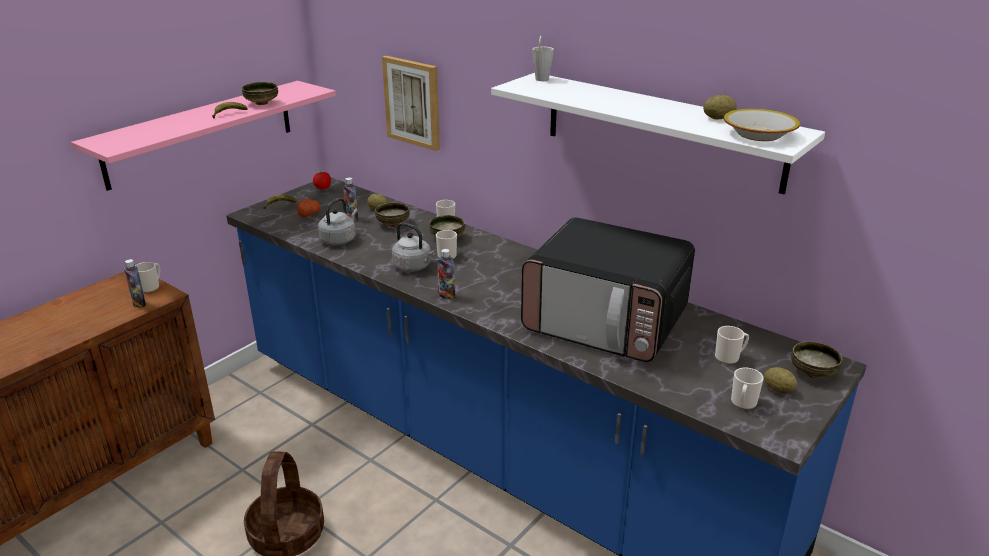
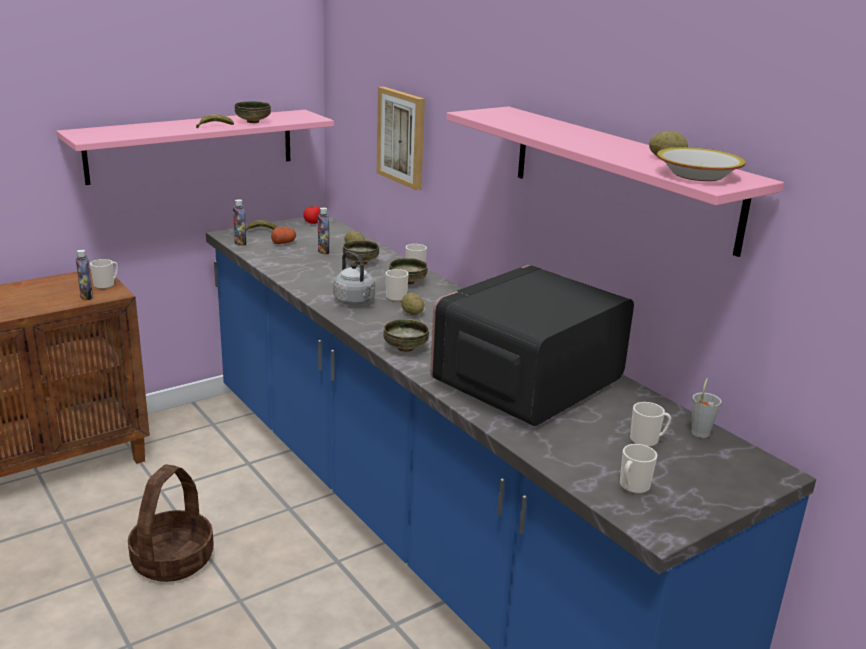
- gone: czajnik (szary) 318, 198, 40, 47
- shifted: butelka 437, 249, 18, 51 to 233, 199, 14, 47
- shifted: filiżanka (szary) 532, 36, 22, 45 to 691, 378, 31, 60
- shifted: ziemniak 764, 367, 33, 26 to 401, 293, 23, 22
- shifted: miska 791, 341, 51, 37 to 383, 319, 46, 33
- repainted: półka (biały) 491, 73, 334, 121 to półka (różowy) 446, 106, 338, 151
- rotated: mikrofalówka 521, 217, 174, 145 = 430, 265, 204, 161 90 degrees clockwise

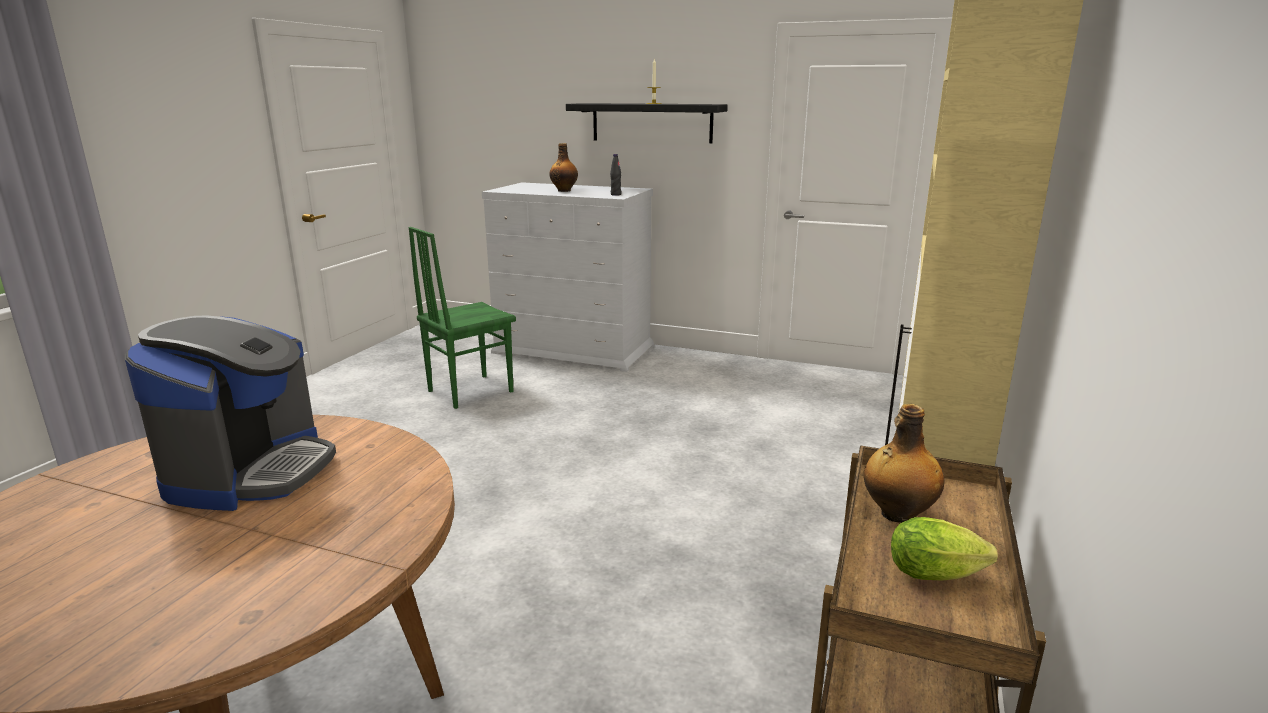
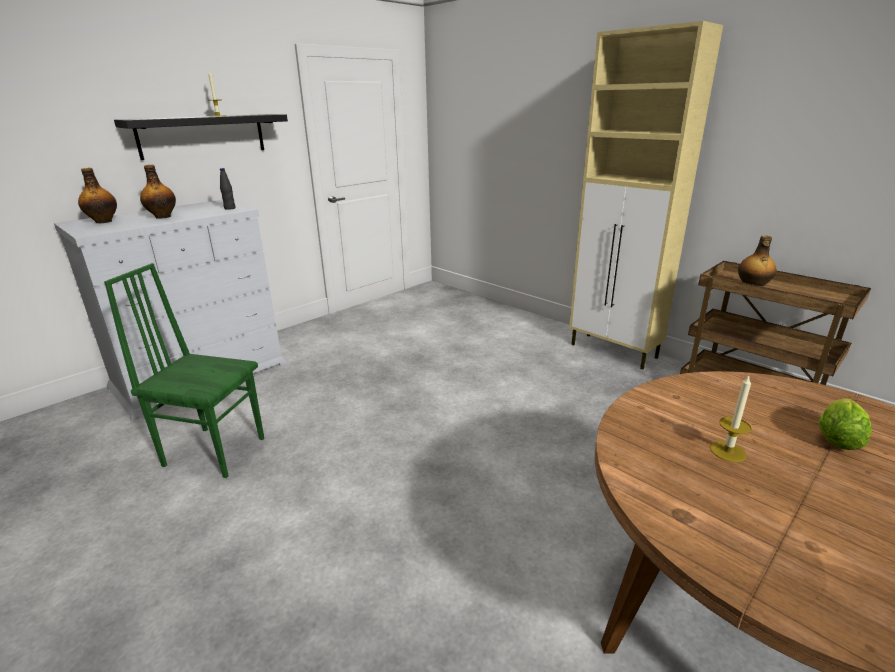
- new: butelka 78, 168, 39, 55
- shifted: sałata 891, 517, 107, 64 to 819, 398, 53, 52
- swapped: ekspres do kawy 125, 315, 211, 196 to świeca 710, 376, 42, 86
- rotated: krzesło (zielony) 409, 227, 107, 182 = 104, 263, 160, 215 120 degrees clockwise

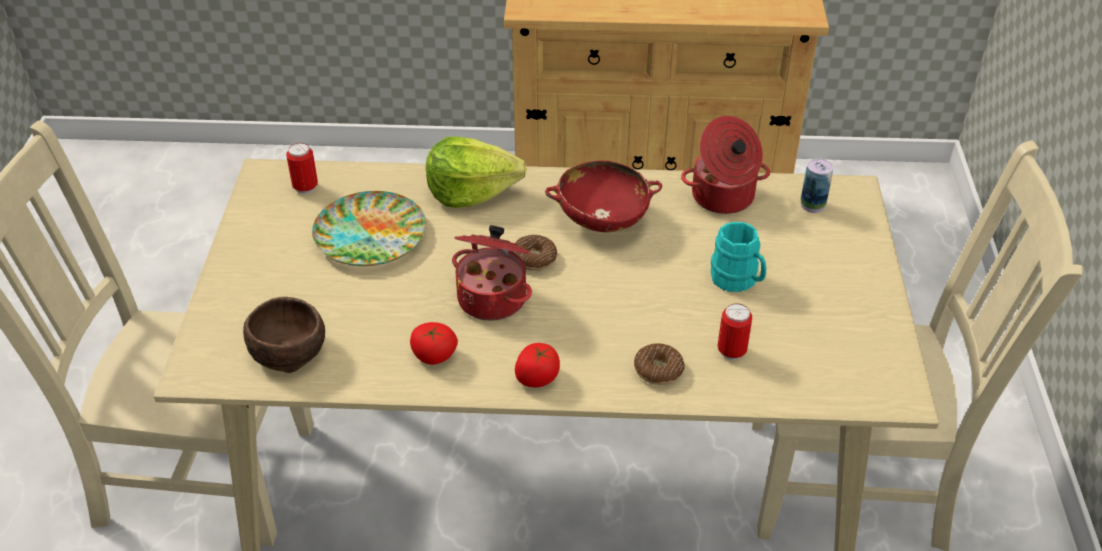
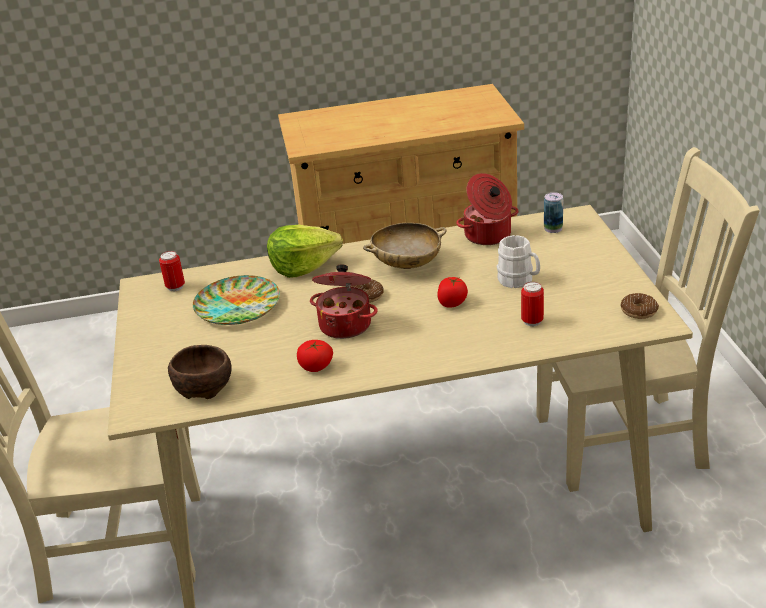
- shifted: pomidor 515, 343, 45, 44 to 437, 277, 31, 31
- shifted: donut 634, 343, 51, 42 to 620, 293, 39, 26
- repainted: miska (czerwony) 545, 161, 117, 71 to miska (beżowy) 363, 223, 84, 46
- repainted: kubek (turkusowy) 711, 222, 55, 70 to kubek (biały) 497, 235, 43, 53

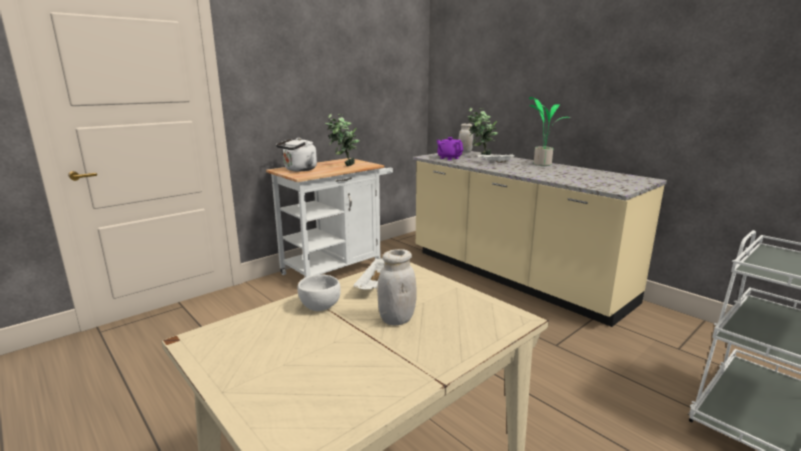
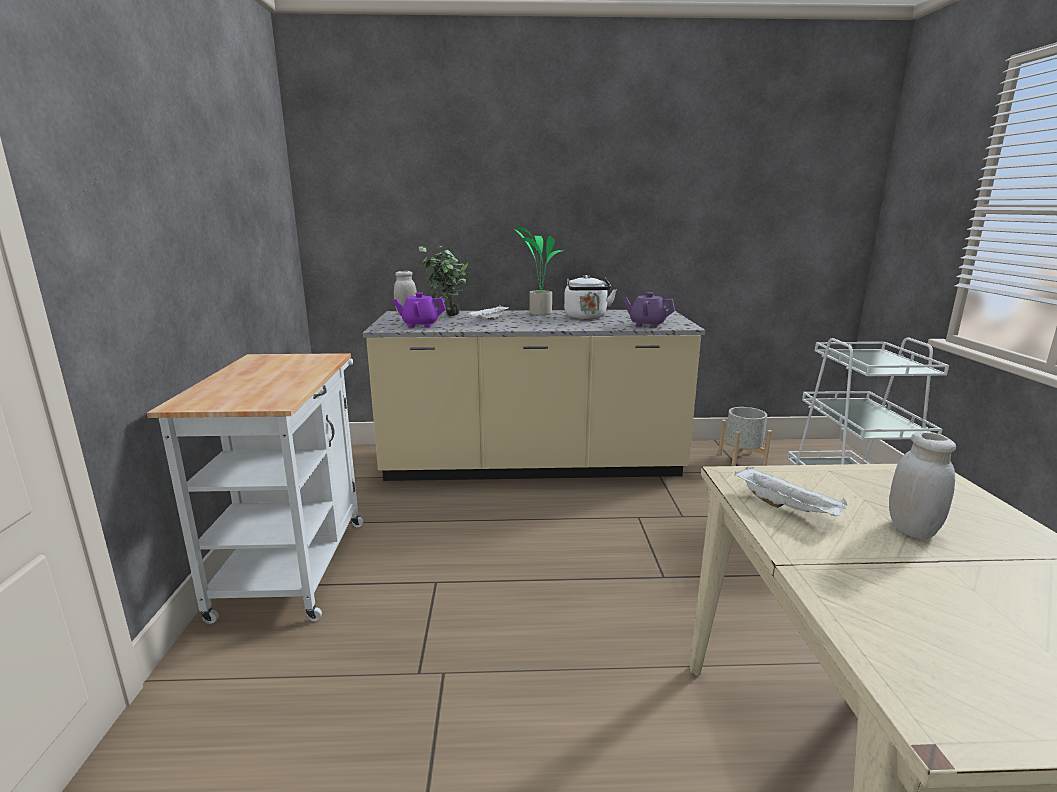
- gone: miska (biały) 297, 274, 44, 37
- gone: roślina doniczkowa 325, 114, 35, 52
- new: imbryk (fioletowy) 623, 292, 52, 36
- new: donica (szary) 718, 407, 54, 59
- shifted: czajnik (biały) 276, 138, 41, 33 to 564, 275, 52, 44

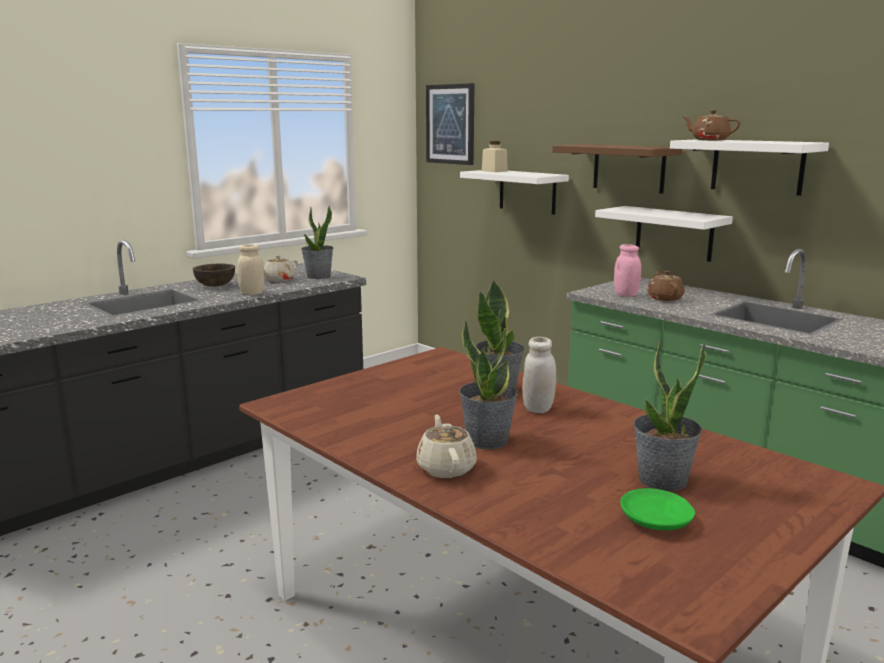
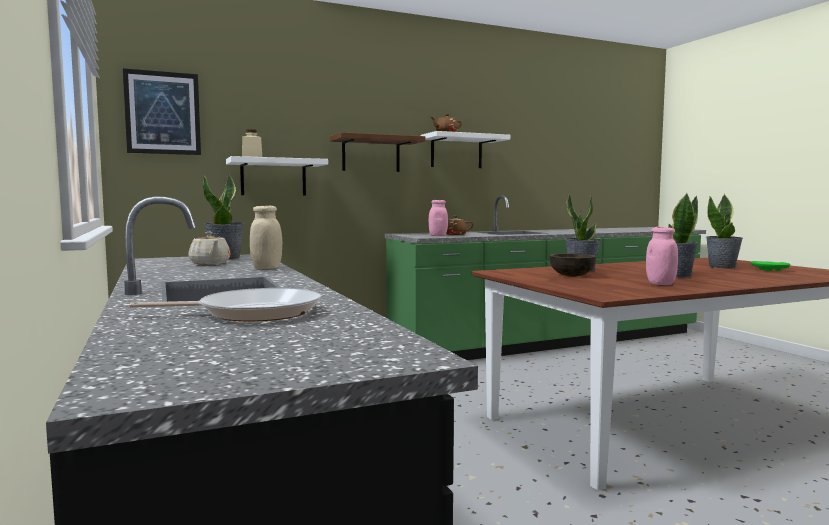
- gone: imbryk (beżowy) 416, 414, 61, 64
- gone: słoik (biały) 523, 337, 33, 76
- gone: półka (biały) 595, 206, 138, 56
- new: patelnia 129, 288, 192, 34
- new: słoik (różowy) 646, 227, 32, 58
- shifted: miska (brązowy) 193, 264, 42, 23 to 549, 254, 47, 23

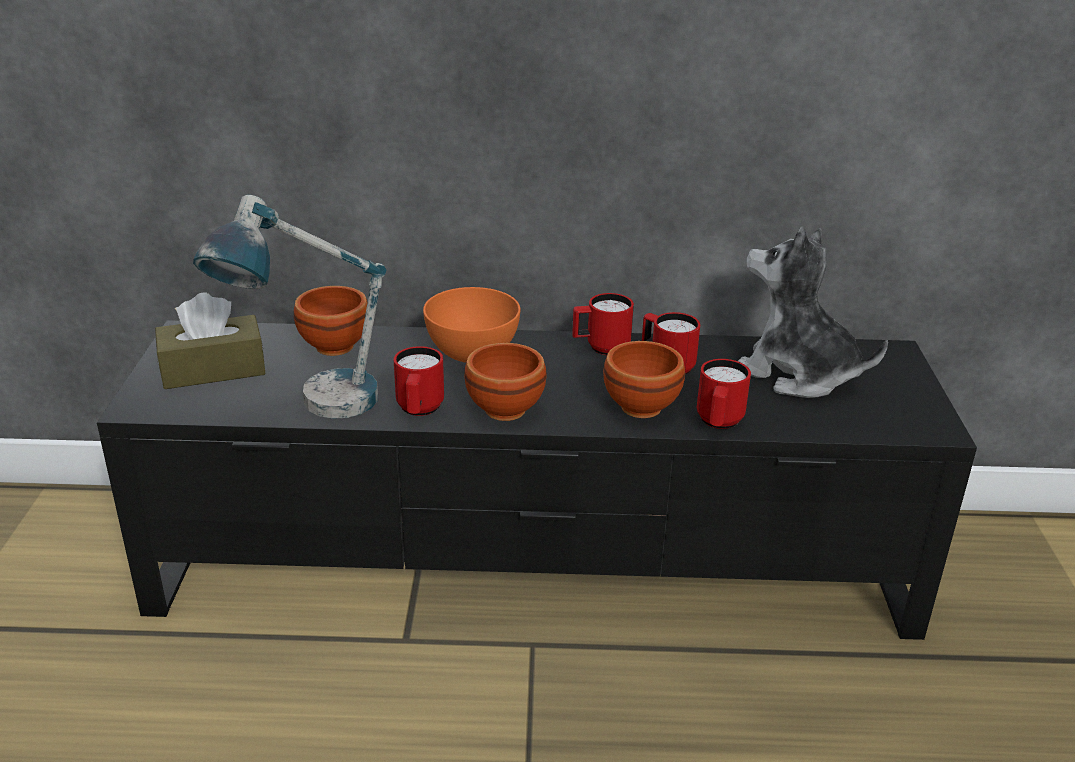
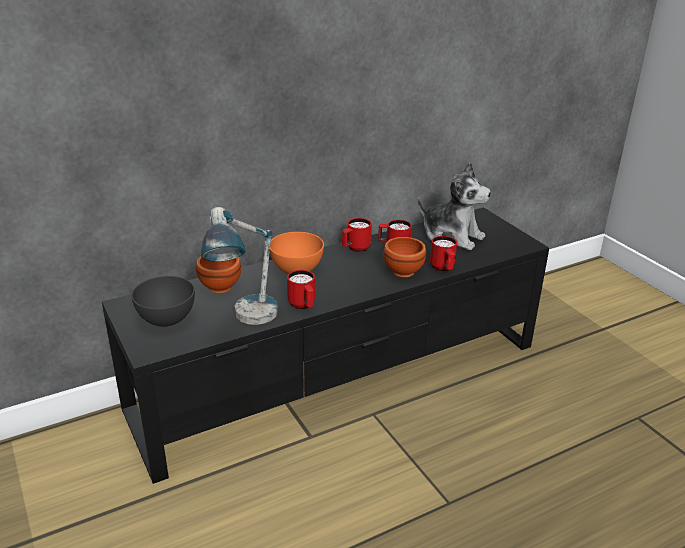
- gone: miska (brązowy) 464, 343, 83, 78
- swapped: pudełko chusteczek (brązowy) 155, 292, 111, 97 to miska (szary) 131, 276, 64, 50
- rotated: pluszak 738, 227, 150, 171 = 417, 162, 74, 88 150 degrees counterclockwise

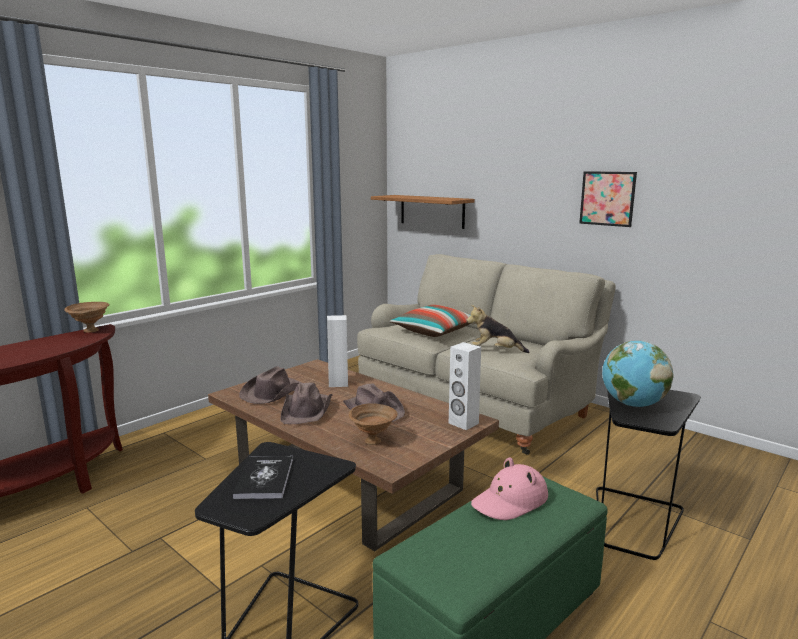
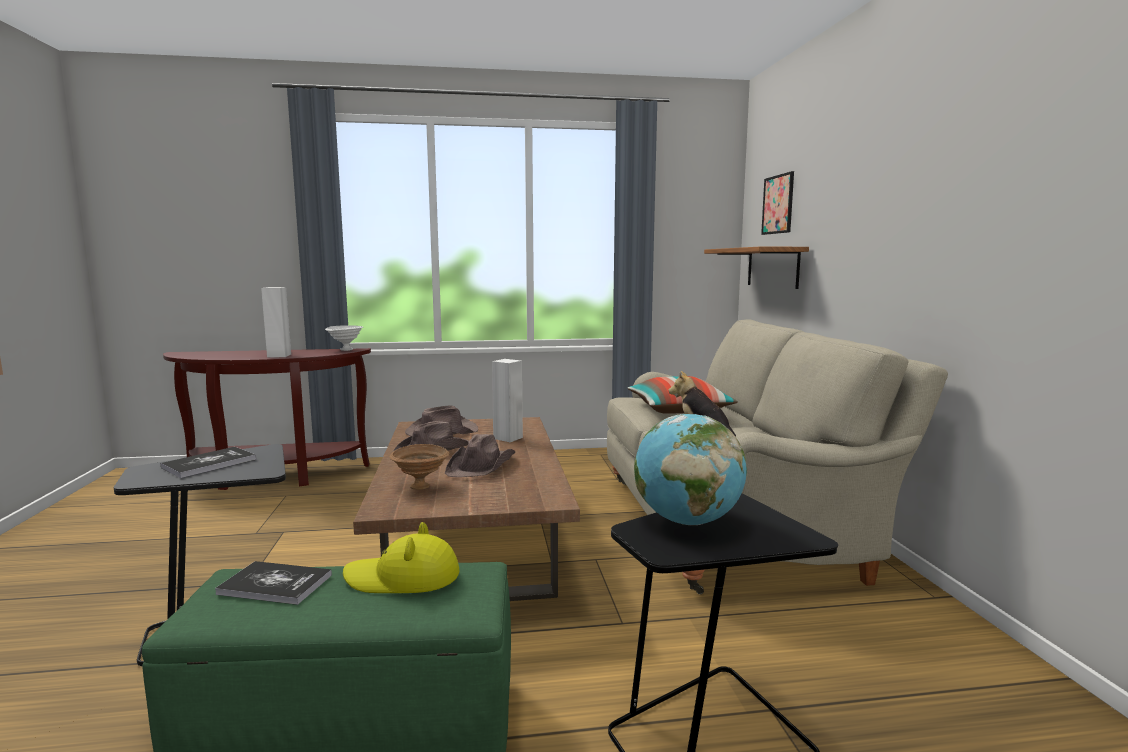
- new: książka 215, 561, 117, 44
- shifted: głośnik (biały) 449, 342, 32, 88 to 261, 287, 30, 71
- shifted: obraz 579, 171, 58, 56 to 761, 171, 33, 64
- repainted: miska (brązowy) 64, 302, 46, 31 to miska (biały) 325, 325, 38, 26
- repainted: kapelusz (różowy) 471, 457, 77, 63 to kapelusz (żółty) 343, 522, 116, 71

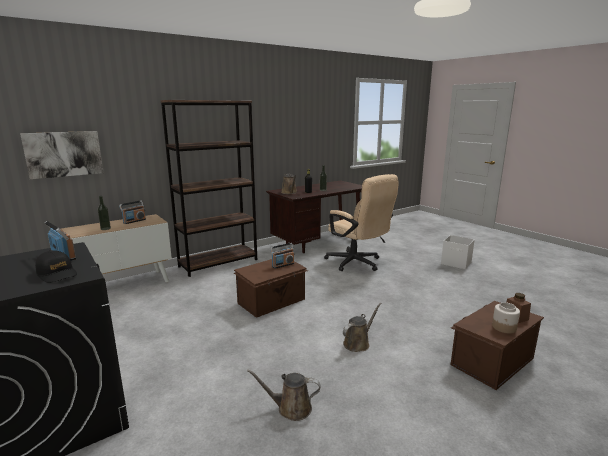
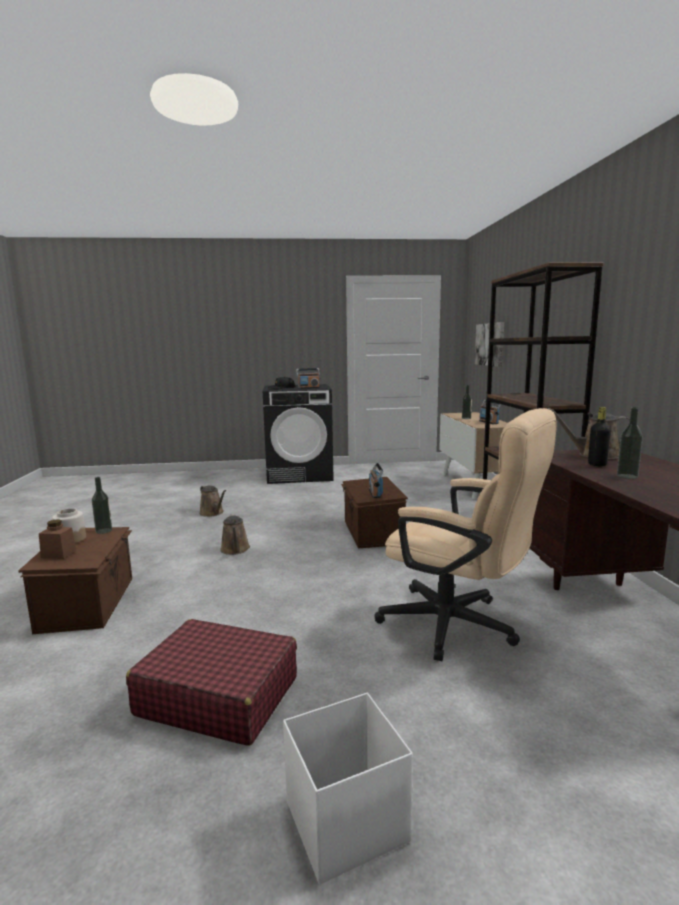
- new: butelka 92, 477, 20, 57
- new: walizka (czerwony) 126, 619, 171, 127
- rotated: konewka (brązowy) 247, 369, 74, 52 = 199, 485, 27, 32 105 degrees clockwise
- rotated: krzesło biurowe (beżowy) 324, 174, 75, 97 = 374, 408, 183, 253 135 degrees counterclockwise

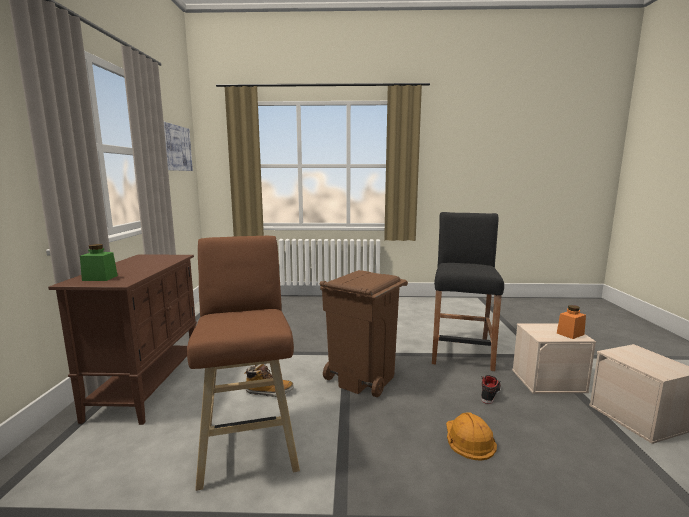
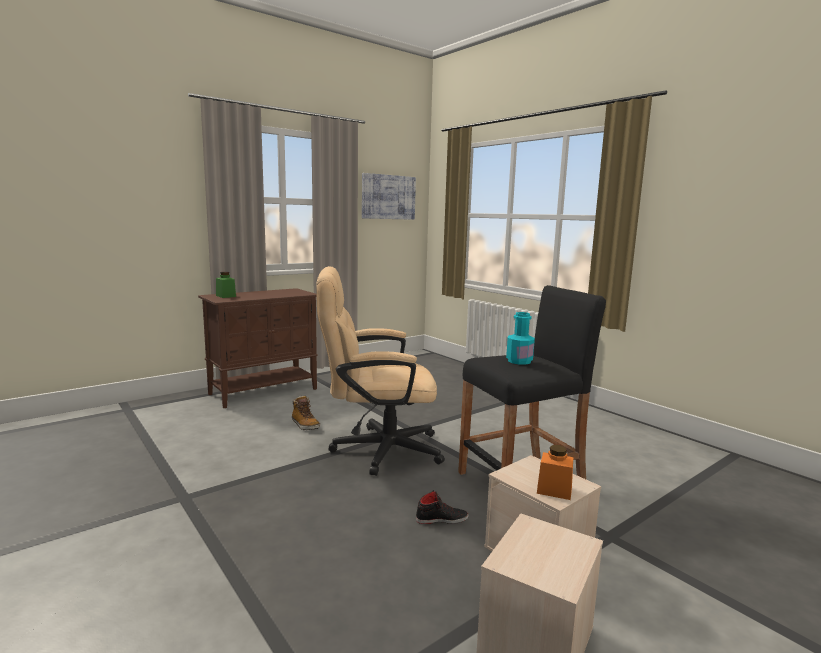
- gone: stołek (brązowy) 187, 236, 113, 255
- gone: kask (pomarańczowy) 446, 412, 51, 49
- new: butelka (turkusowy) 506, 312, 29, 53
- swapped: kosz na śmieci (brązowy) 320, 270, 88, 127 to krzesło biurowe (beżowy) 316, 266, 129, 210

